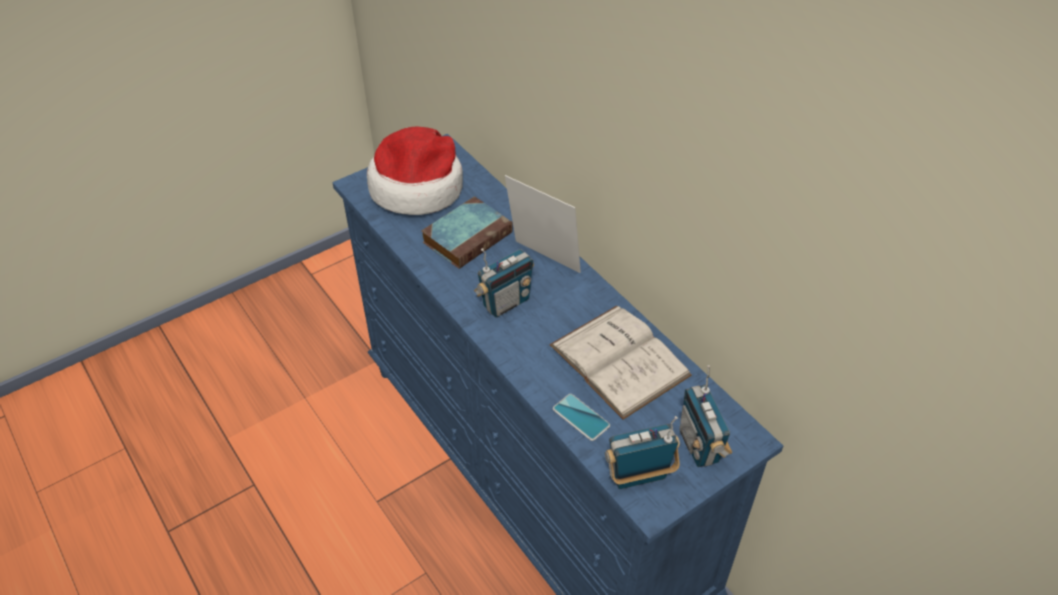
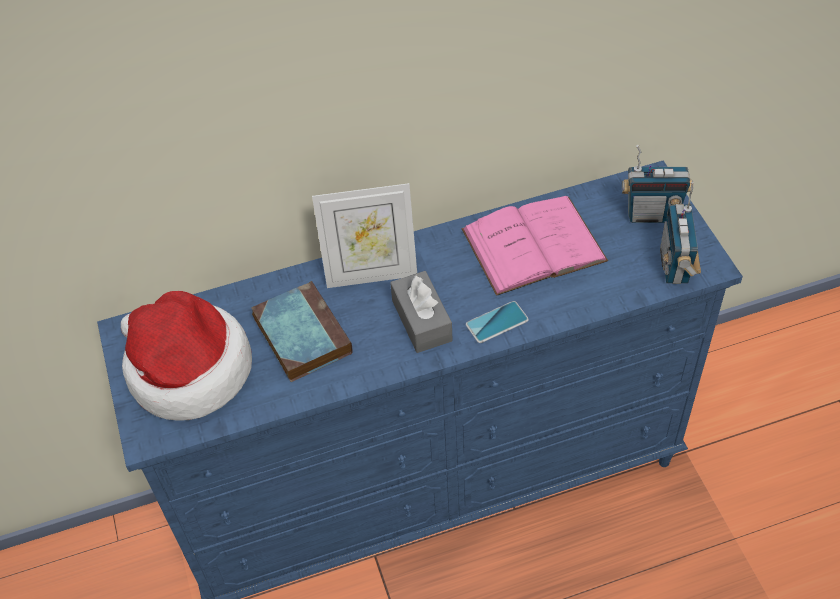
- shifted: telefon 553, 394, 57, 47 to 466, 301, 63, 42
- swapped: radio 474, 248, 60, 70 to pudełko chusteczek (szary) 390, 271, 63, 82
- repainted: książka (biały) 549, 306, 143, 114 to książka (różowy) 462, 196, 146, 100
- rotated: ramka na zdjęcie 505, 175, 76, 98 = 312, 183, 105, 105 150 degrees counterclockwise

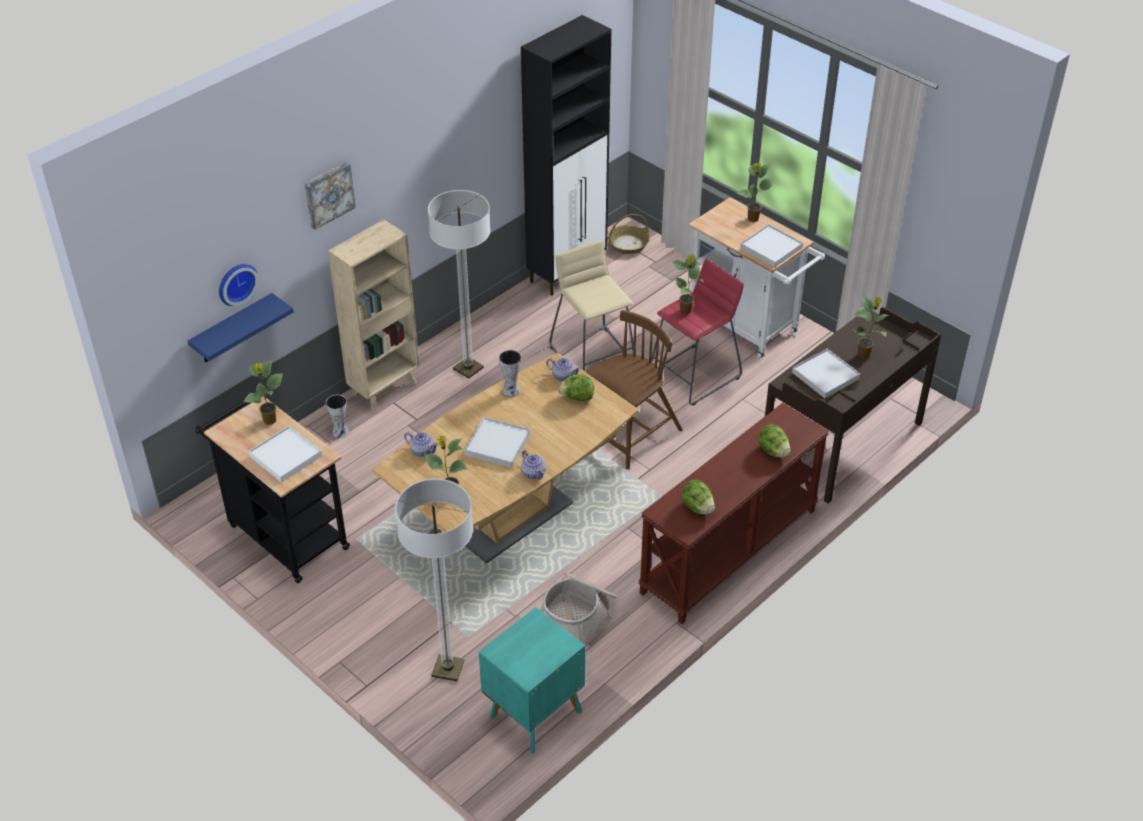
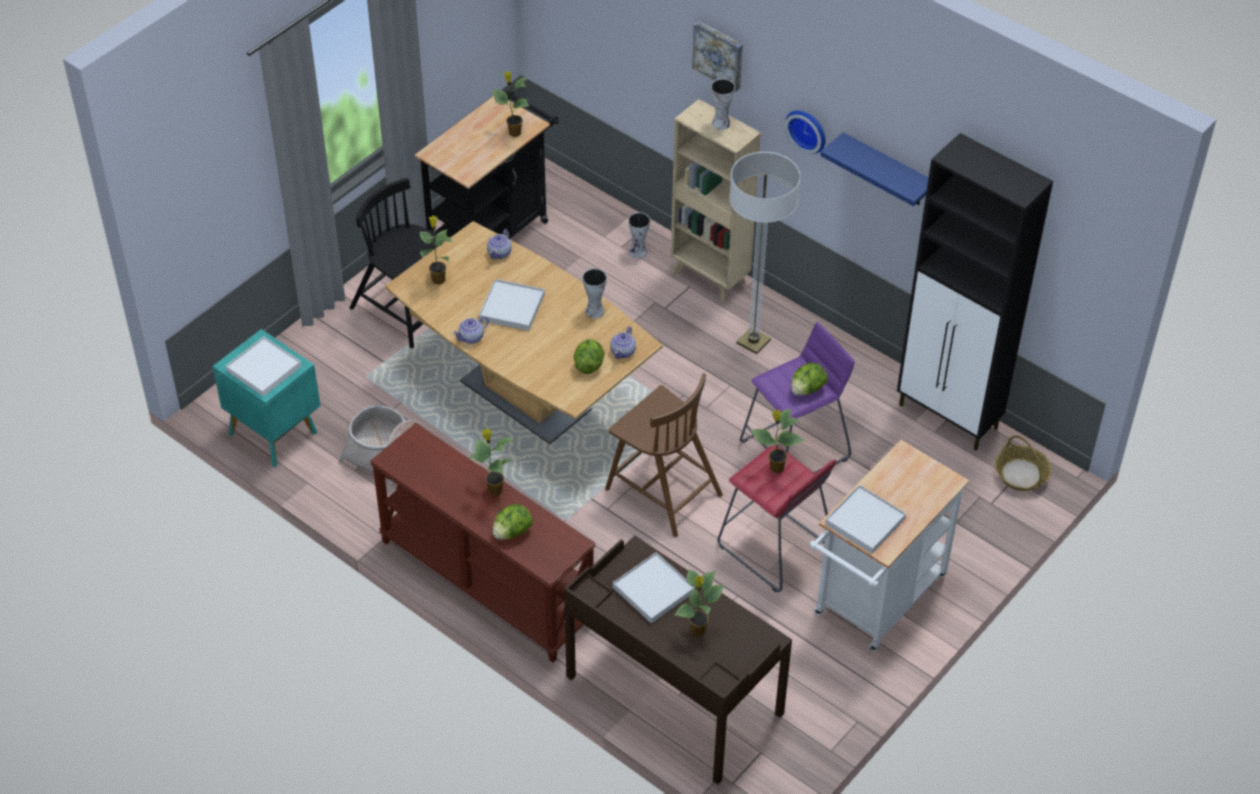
- gone: lampa stojąca 395, 479, 78, 202
- new: krzesło (czarny) 350, 178, 96, 170
- new: wazon 711, 79, 24, 51
- shifted: półka (niebieski) 187, 293, 107, 69 to 820, 132, 108, 74
- shifted: zegar ścienny 219, 264, 40, 42 to 785, 110, 41, 44
- shifted: taca (biały) 249, 425, 73, 57 to 226, 336, 76, 61
- shifted: sałata 681, 479, 34, 35 to 791, 363, 37, 33
- shifted: roślina doniczkowa 737, 163, 38, 59 to 468, 428, 46, 68
- repainted: stołek (beżowy) 549, 240, 84, 131 to stołek (fioletowy) 740, 322, 115, 152

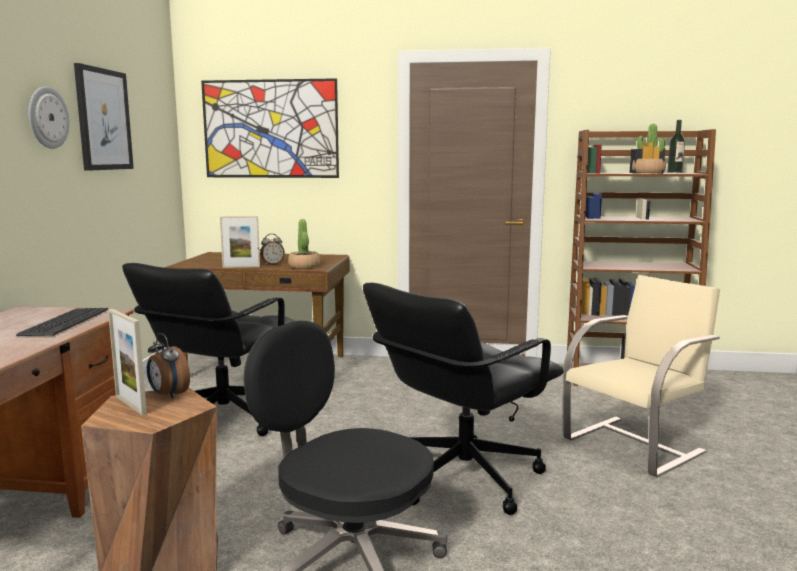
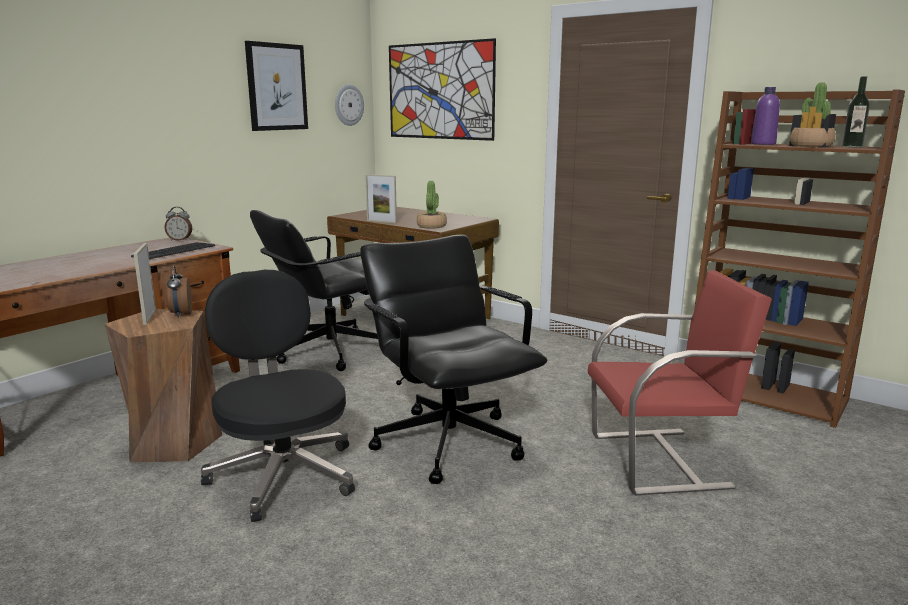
- new: butelka (fioletowy) 751, 87, 29, 58
- shifted: zegar ścienny 29, 86, 41, 63 to 335, 84, 29, 42
- shifted: budzik 260, 234, 25, 31 to 165, 207, 27, 34
- repainted: krzesło (beżowy) 564, 275, 156, 203 to krzesło (czerwony) 588, 270, 184, 225
- rotated: krzesło biurowe (czarny) 363, 283, 201, 232 = 360, 235, 187, 249 75 degrees clockwise

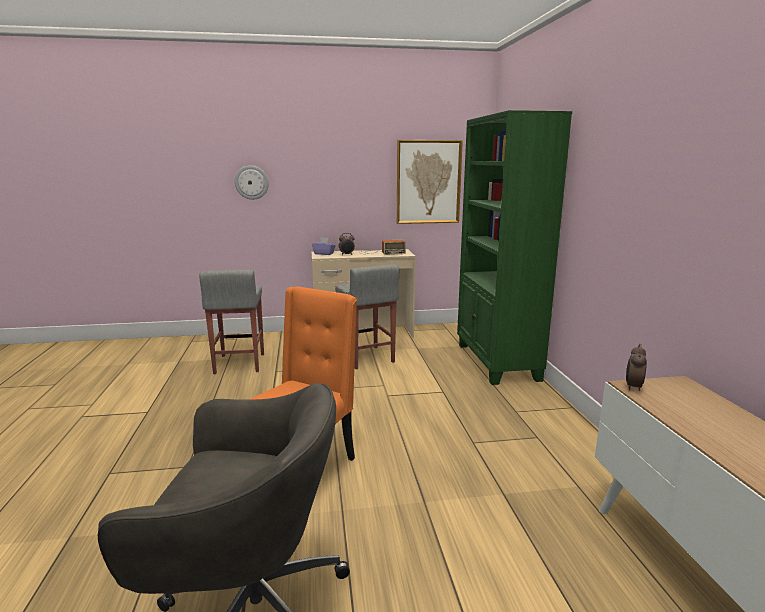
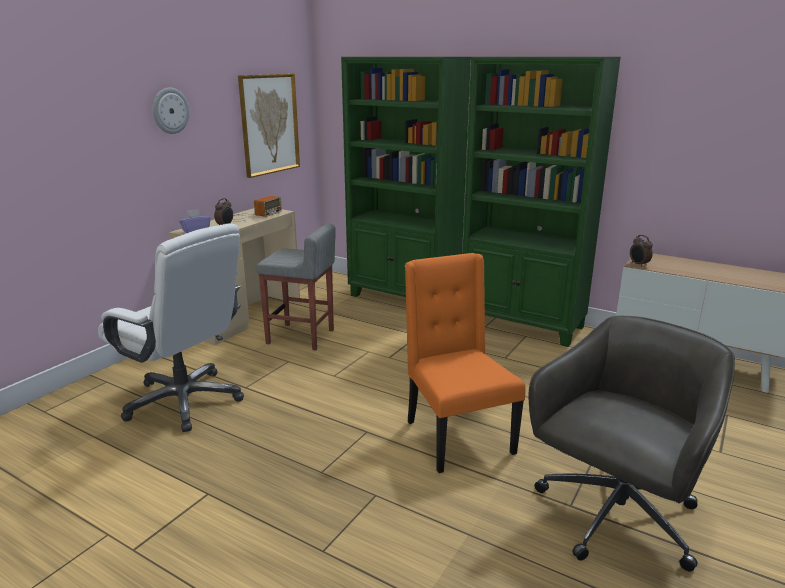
- new: regał (zielony) 462, 57, 159, 290
- shifted: zegar ścienny 234, 165, 35, 35 to 153, 88, 37, 46
- swapped: stołek (szary) 199, 270, 65, 104 to krzesło biurowe (biały) 98, 223, 146, 209

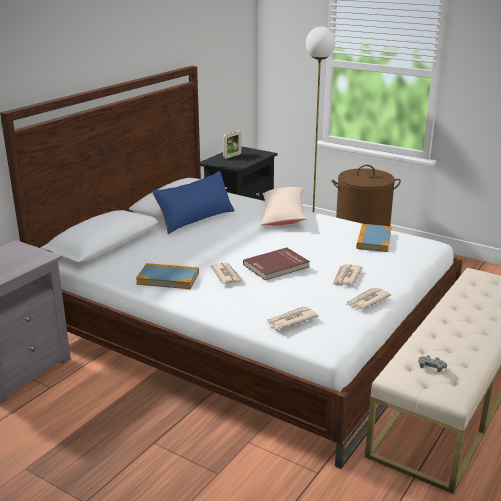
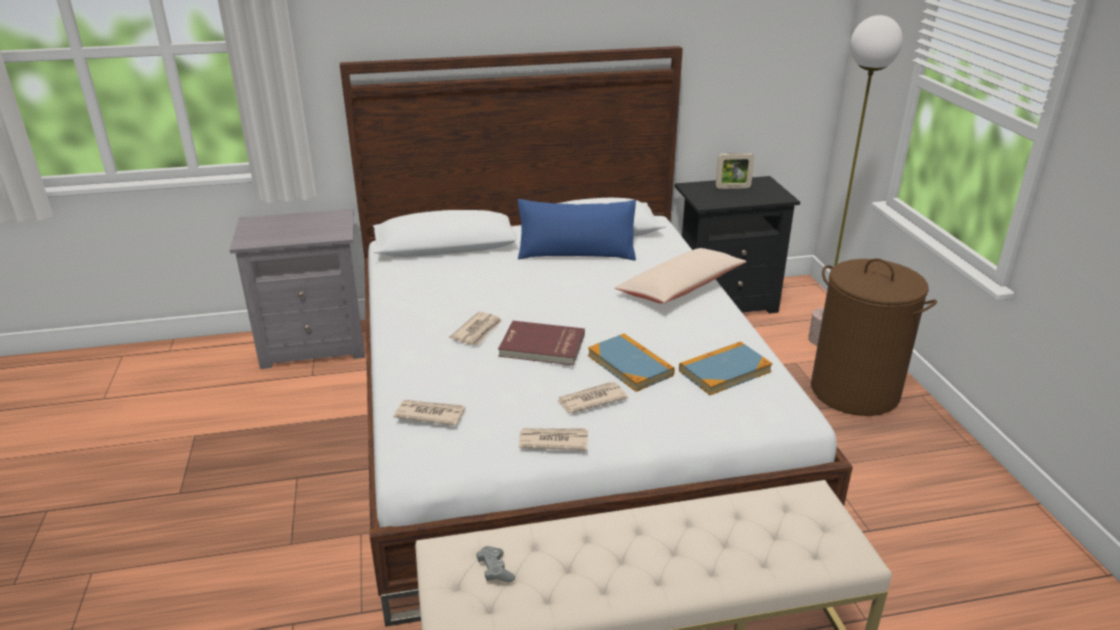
- shifted: książka 136, 263, 63, 26 to 588, 333, 87, 59

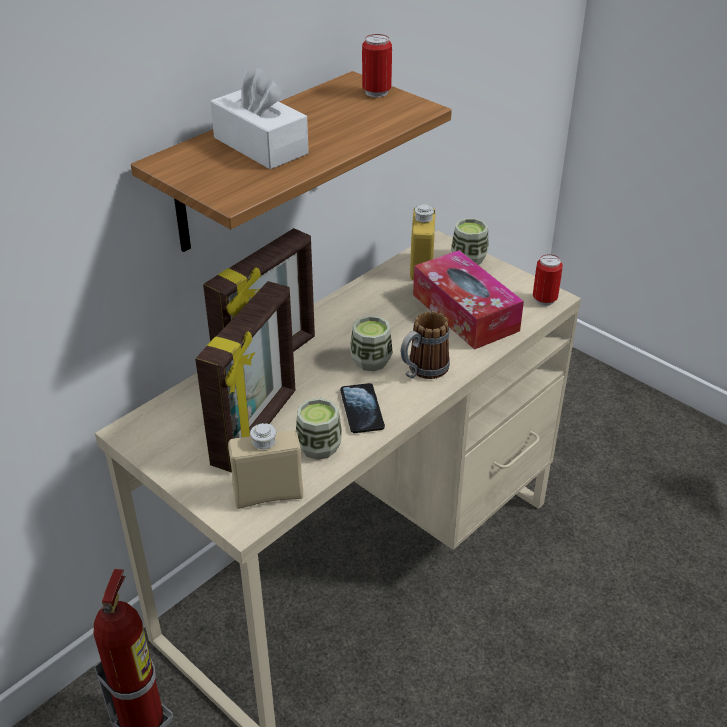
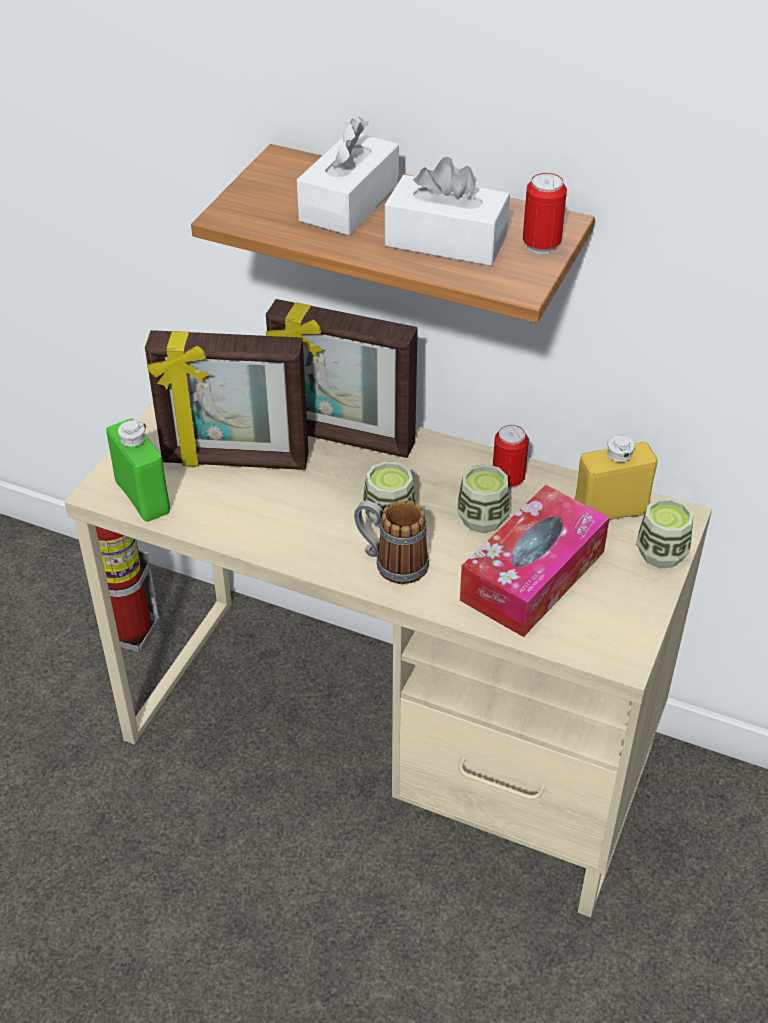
- gone: telefon 340, 383, 45, 50
- new: pudełko chusteczek (biały) 385, 157, 125, 109
- shifted: filiżanka 296, 398, 46, 62 to 458, 464, 51, 69
- shifted: puszka 533, 254, 30, 52 to 493, 425, 36, 64
- repainted: butelka (beżowy) 228, 422, 75, 87 to butelka (zielony) 106, 419, 64, 103

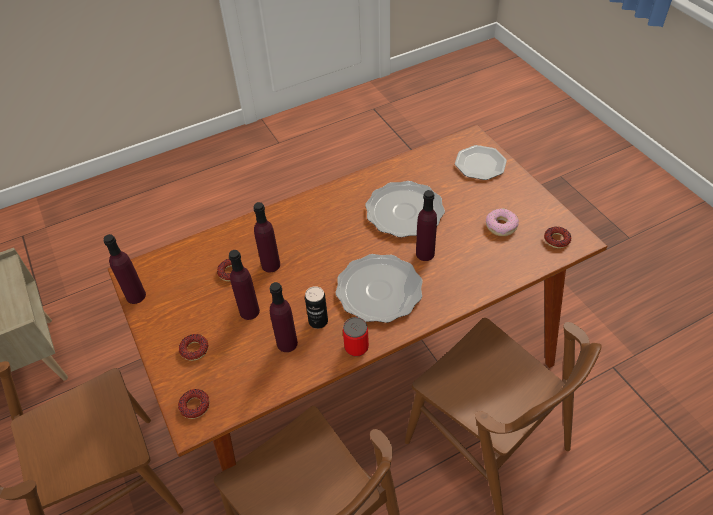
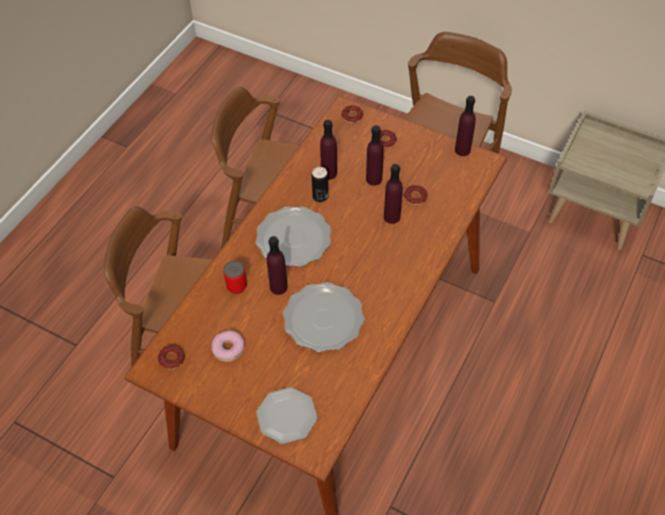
- shifted: puszka 343, 317, 26, 40 to 224, 261, 23, 33

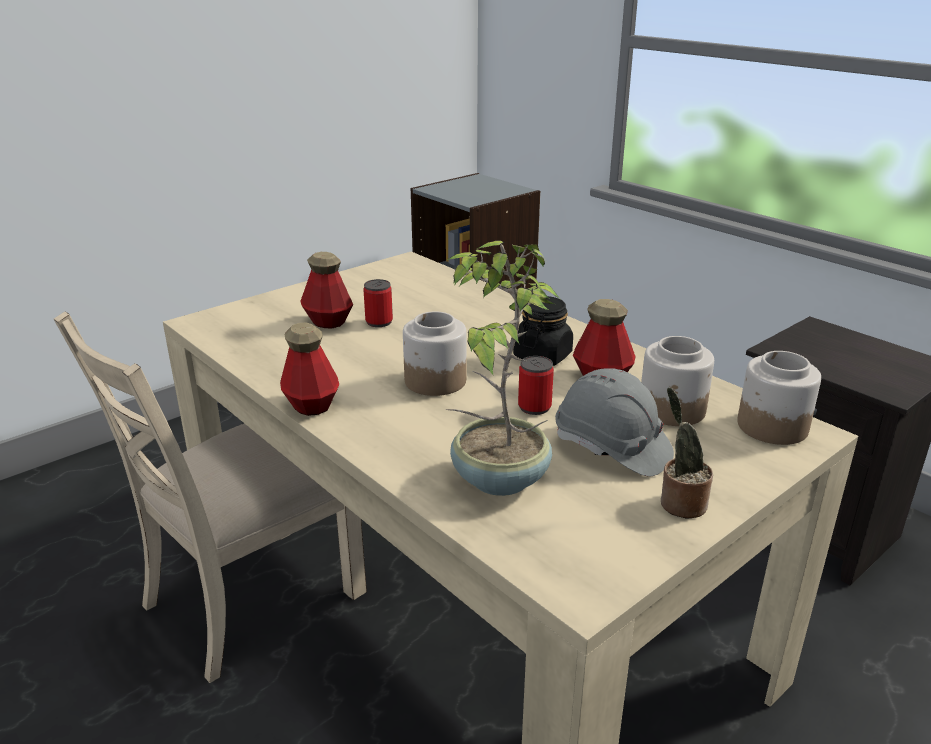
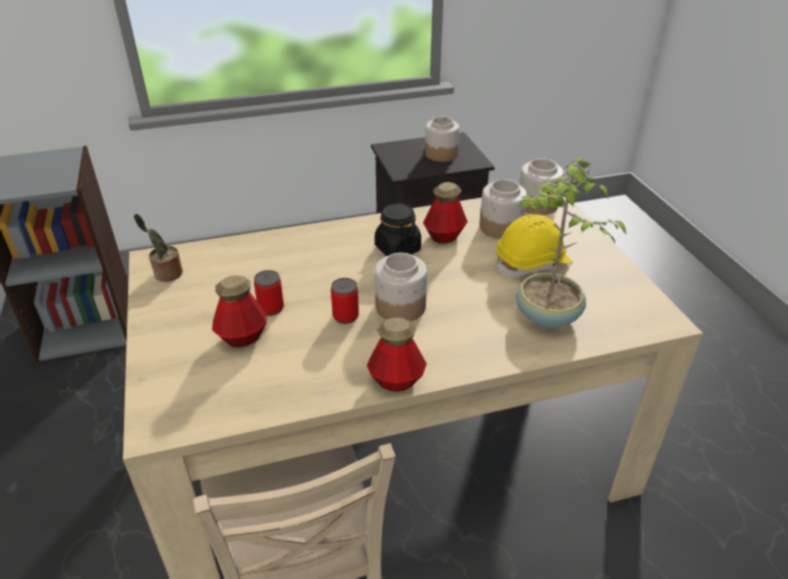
- new: słoik 425, 117, 34, 45
- shifted: puszka 518, 356, 36, 59 to 331, 278, 28, 46
- shifted: roślina doniczkowa 661, 388, 52, 131 to 134, 214, 49, 68
- repainted: kask (szary) 555, 368, 119, 108 to kask (żółty) 496, 214, 76, 63

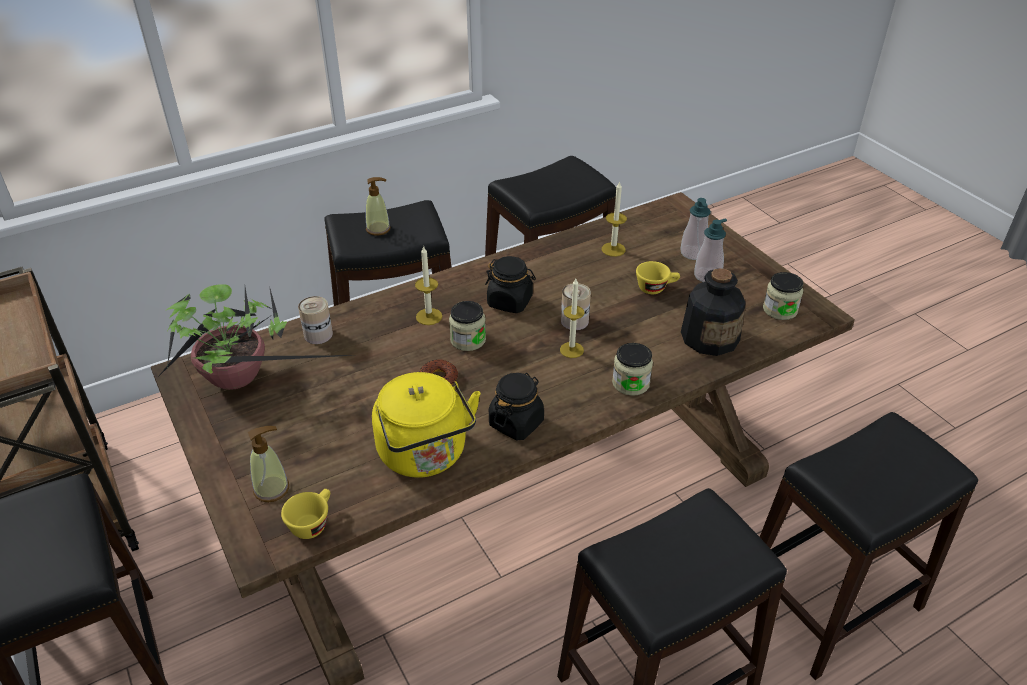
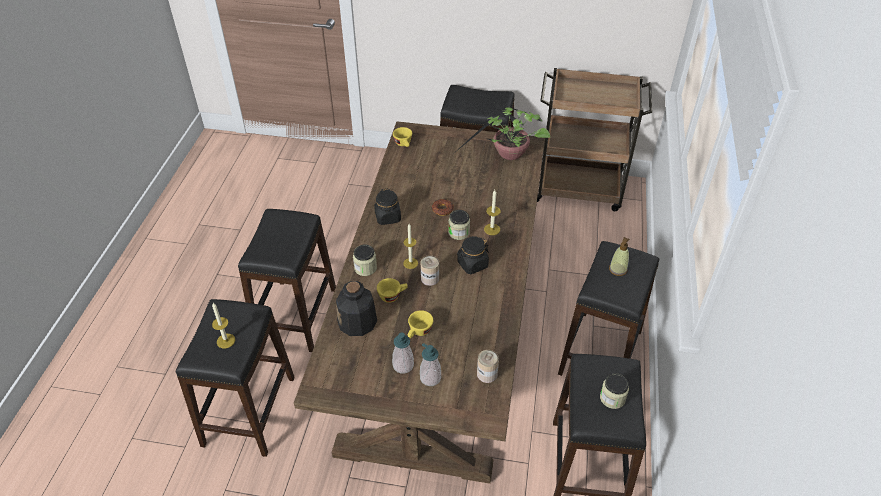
- gone: dozownik mydła 248, 426, 41, 76
- gone: czajnik (żółty) 372, 372, 109, 105
- new: filiżanka (żółty) 377, 278, 31, 25
- shifted: puszka 298, 296, 35, 48 to 477, 350, 22, 33
- shifted: świeca 602, 181, 25, 76 to 212, 303, 23, 45
- shifted: słoik 763, 272, 40, 48 to 600, 373, 29, 36

